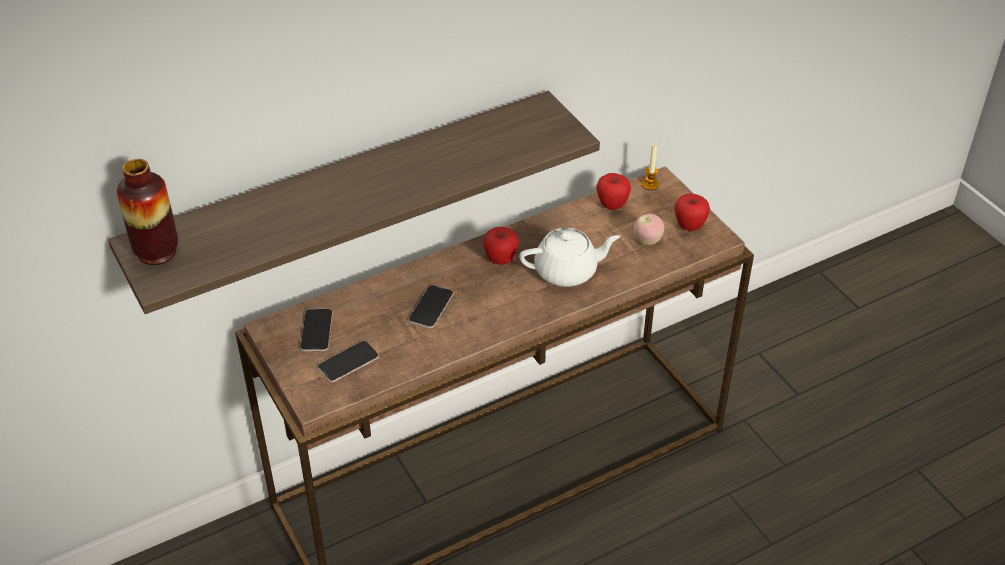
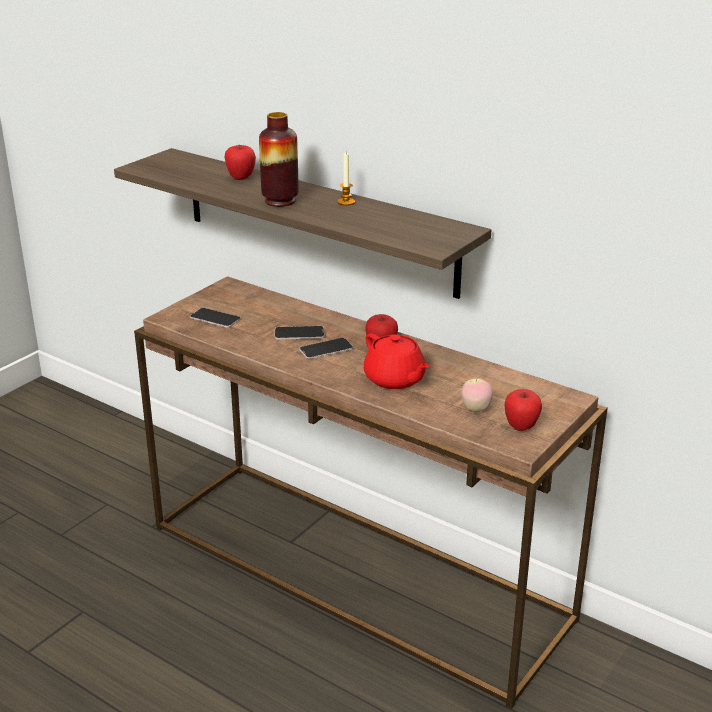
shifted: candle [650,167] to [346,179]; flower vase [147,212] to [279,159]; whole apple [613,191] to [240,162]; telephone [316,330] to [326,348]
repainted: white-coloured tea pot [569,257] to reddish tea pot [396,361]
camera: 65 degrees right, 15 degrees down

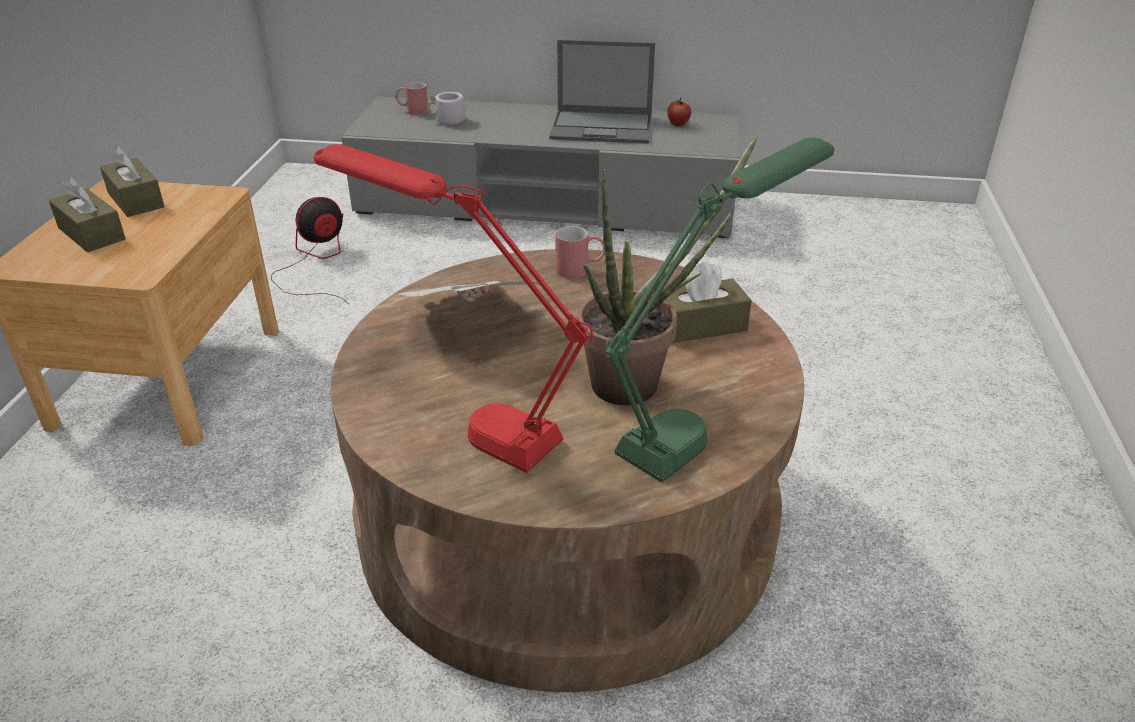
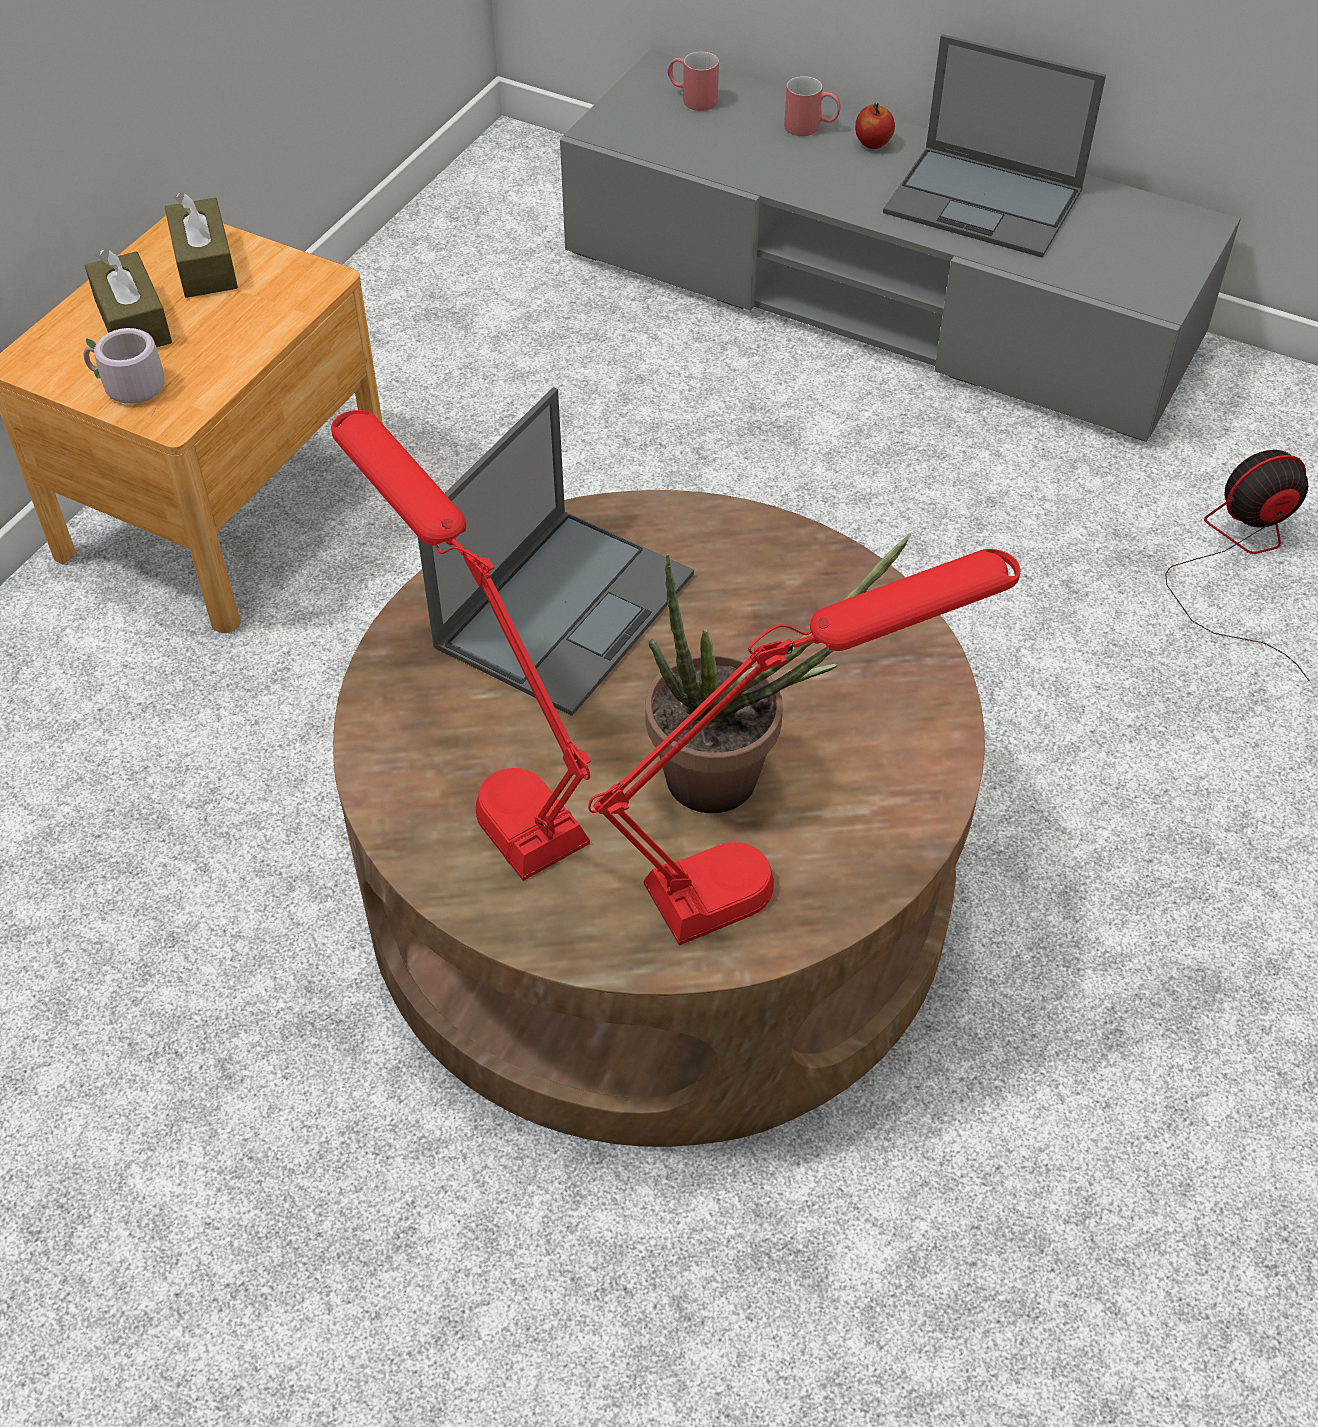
gone: brownish tissue holder [709,302]
shifted: grey mug [446,108] to [124,372]; whole apple [679,112] to [875,126]; cooling fan [310,251] to [1237,565]; reddish mug [580,252] to [812,106]
swapped: newspaper [468,291] to portable computer [556,552]
repainted: greenish table lamp [719,310] to reddish table lamp [804,747]
camera: 20 degrees right, 15 degrees up

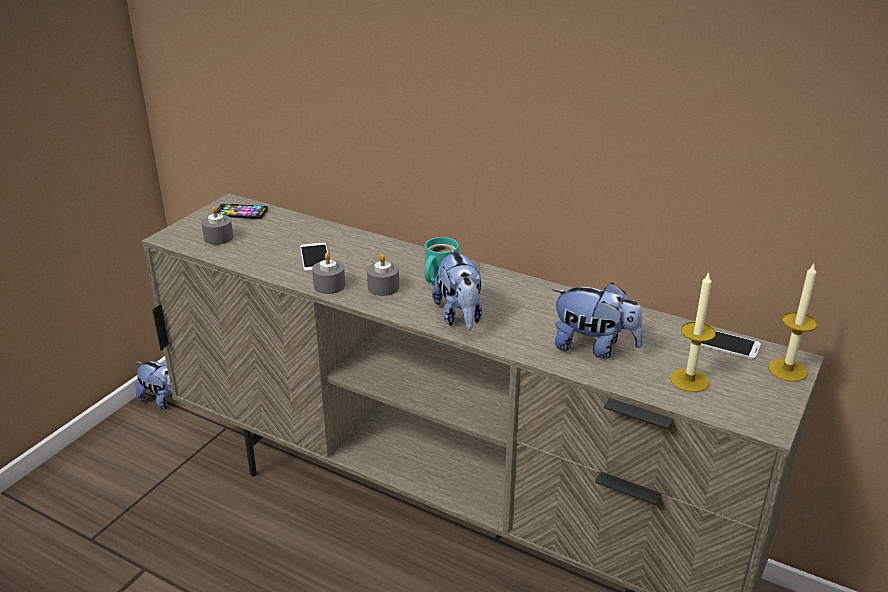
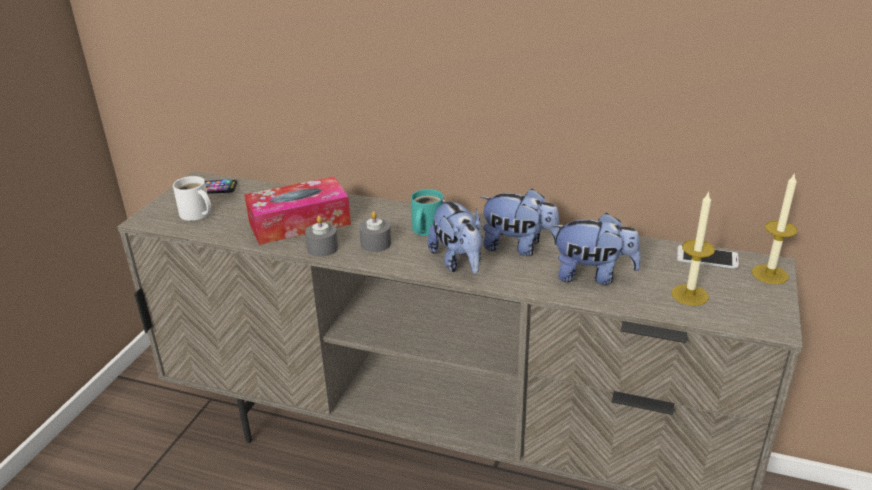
shifted: soft toy [160,385] to [520,222]
swapped: grey candle [217,225] to white-coloured mug [192,198]; telephone [314,257] to tissue holder [297,211]
camera: 10 degrees left, 0 degrees up

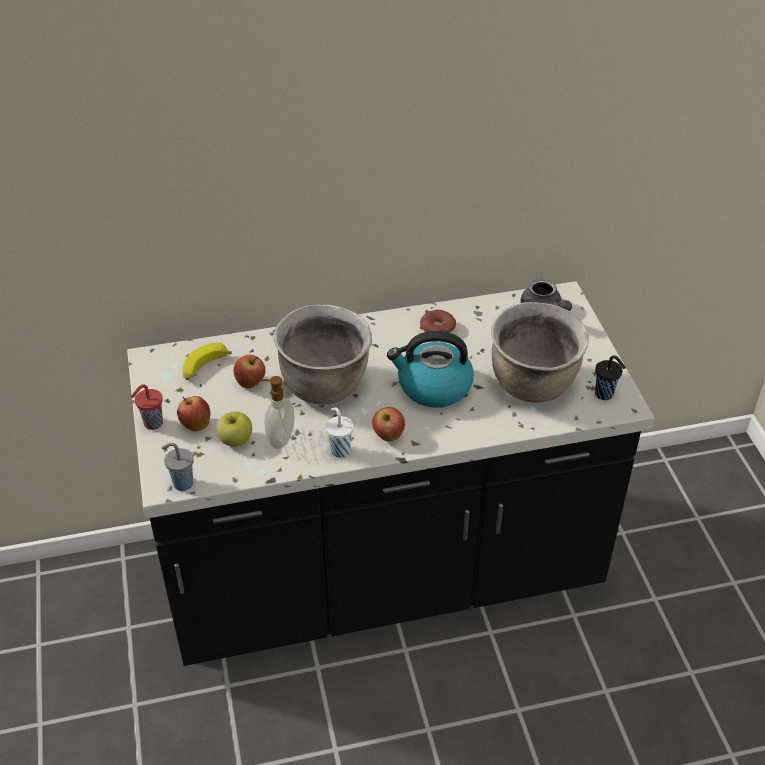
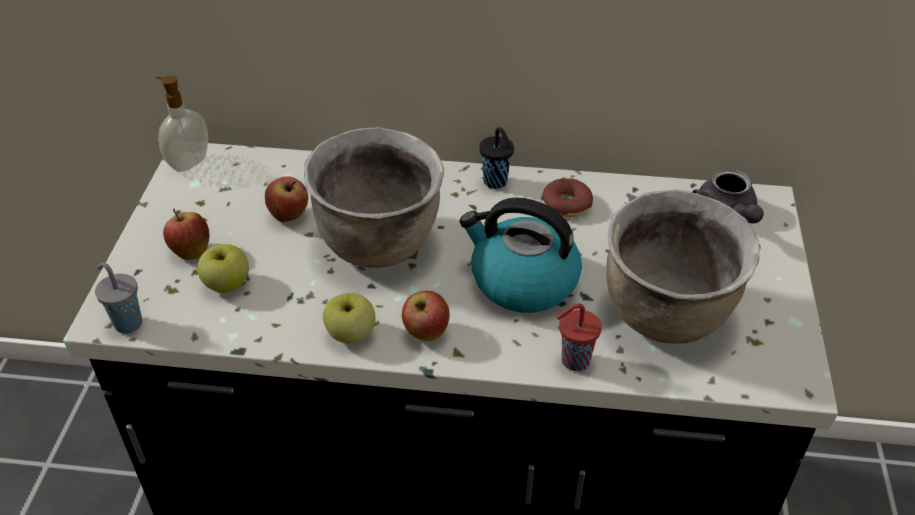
gone: banana [207,361]
shifted: black small cup [610,377] to [496,158]; soap bottle [277,412] to [182,123]; reddish small cup [147,407] to [579,337]
swapped: white-coloured small cup [340,432] to whole apple [349,318]
camera: 20 degrees right, 0 degrees up

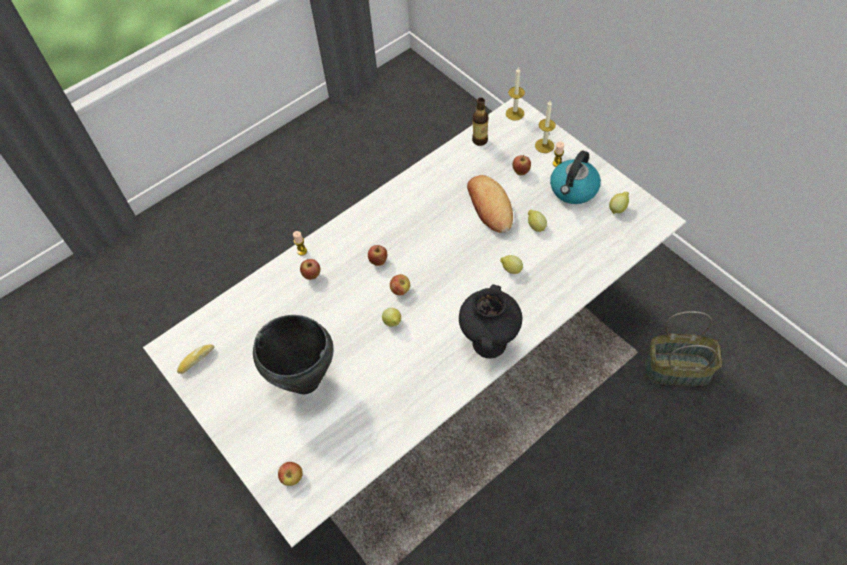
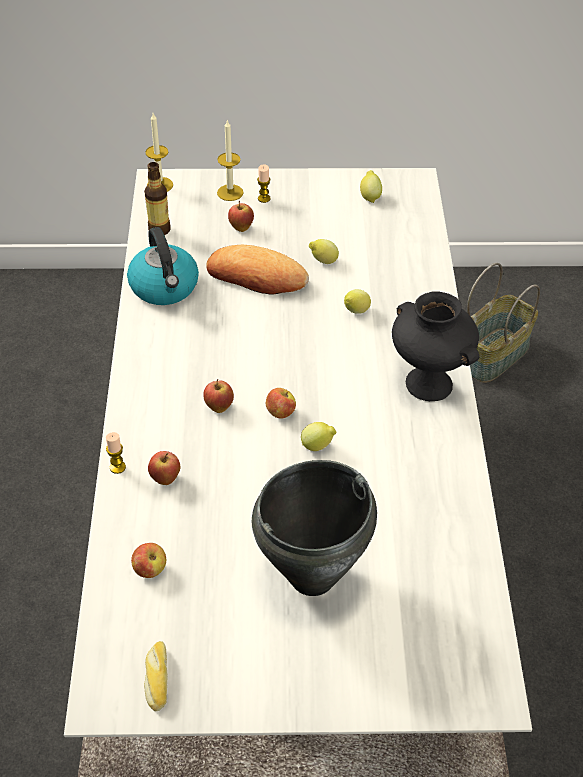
shifted: water kettle [575,177] to [163,266]; whole apple [290,474] to [148,560]
camera: 55 degrees left, 10 degrees down

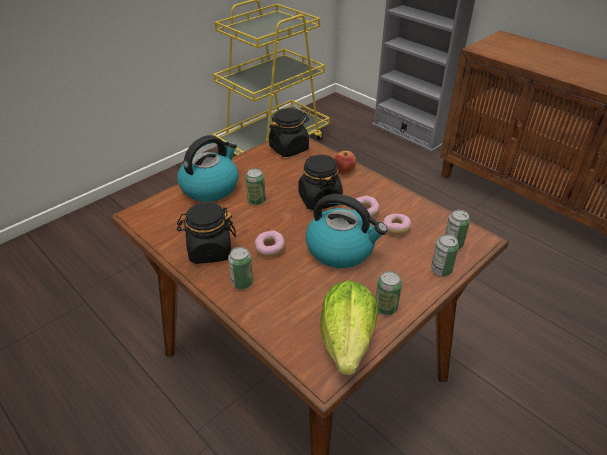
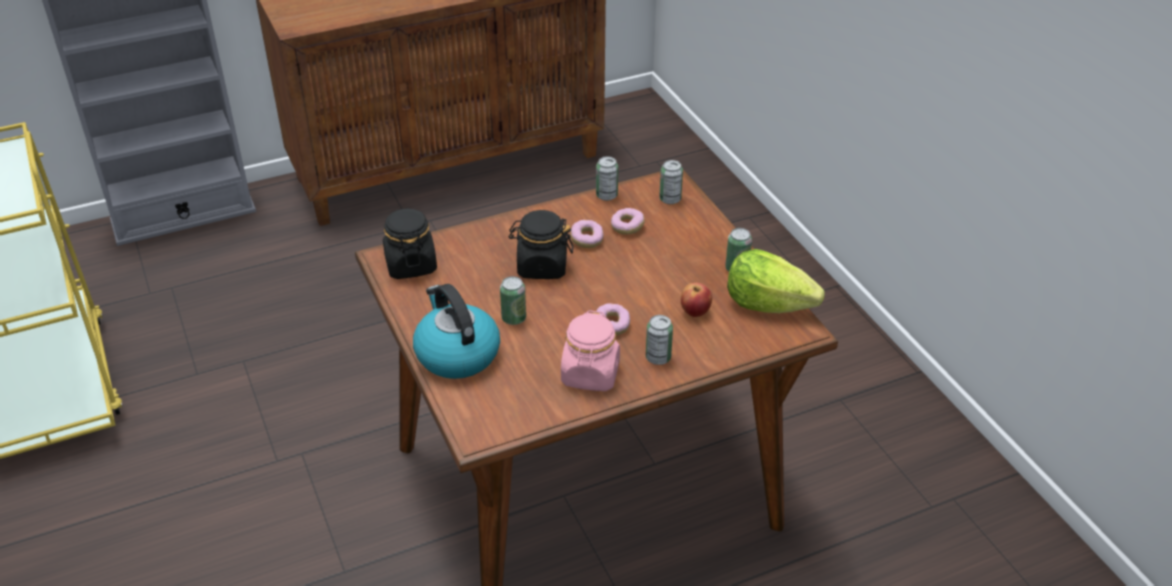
gone: water kettle [346,231]
shifted: whole apple [345,163] to [696,299]; can [445,255] to [607,178]
repainted: black jar [206,233] to pink-coloured jar [590,350]
camera: 70 degrees left, 0 degrees up

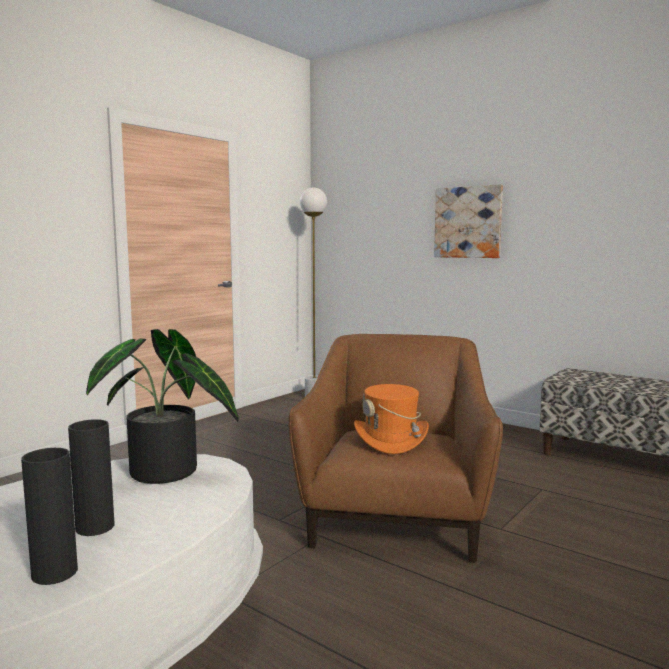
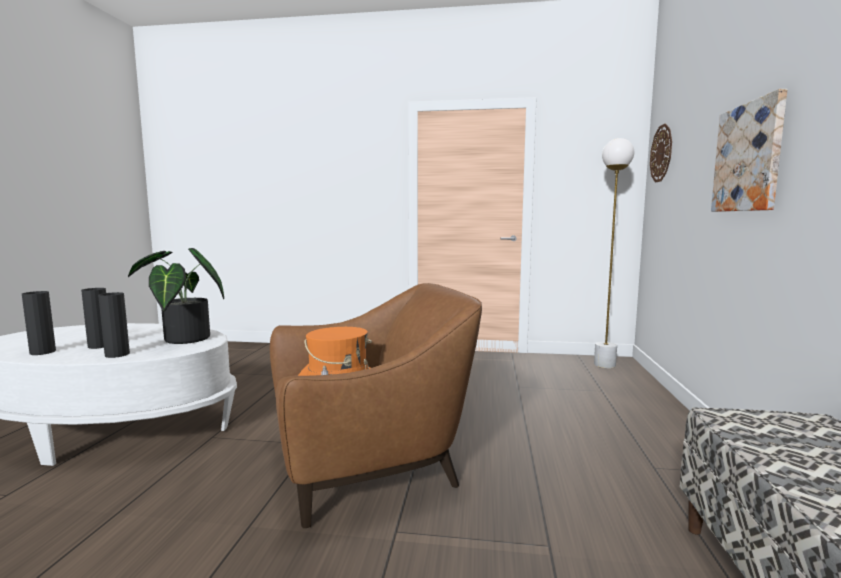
new: wall clock [661,153]; black flower vase [114,325]
camera: 60 degrees right, 0 degrees up

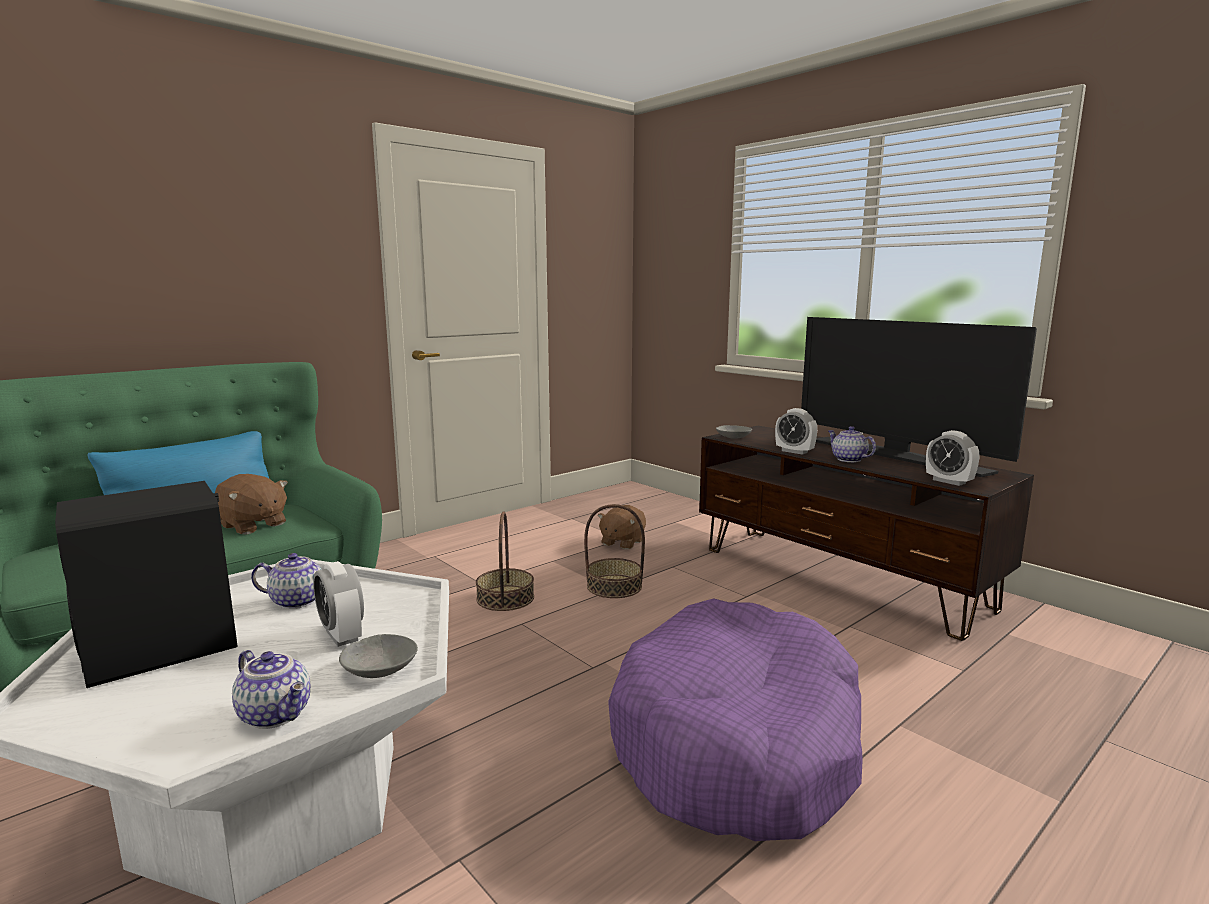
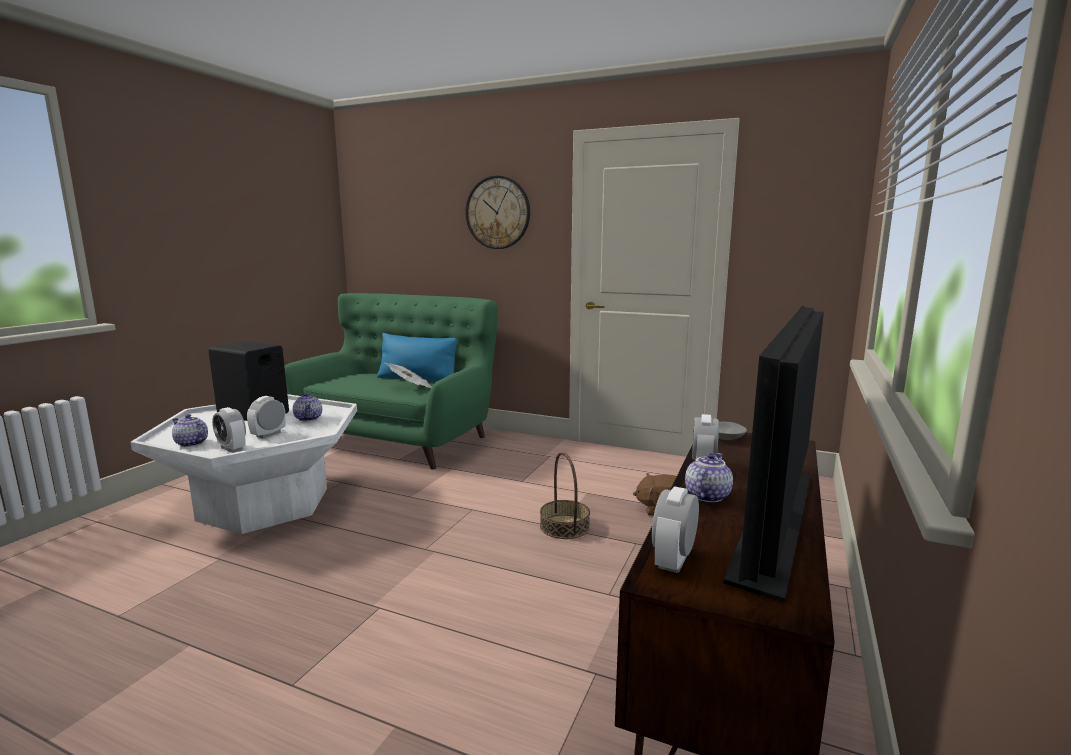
gone: basket [505,561]; purple-coloured dog cushion [735,719]
new: wall clock [498,212]
swapped: brownish soft toy [251,504] to newspaper [408,375]; grey bowl [378,656] to table clock [229,430]
rotated: tea pot [271,689] = [190,430] 105 degrees clockwise
camera: 65 degrees right, 0 degrees up

